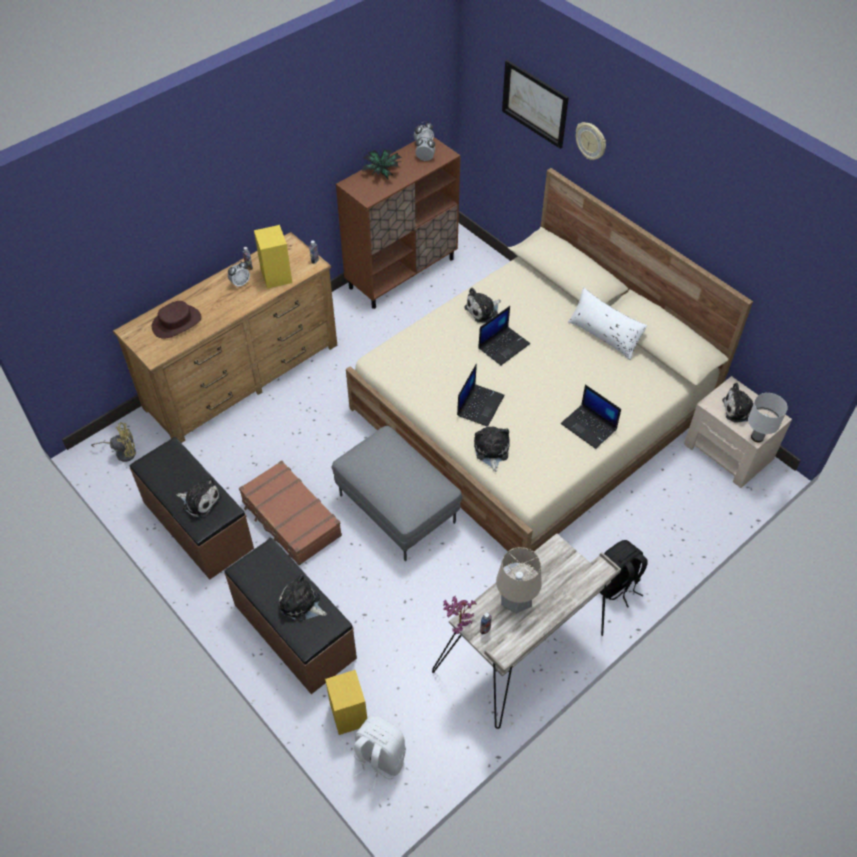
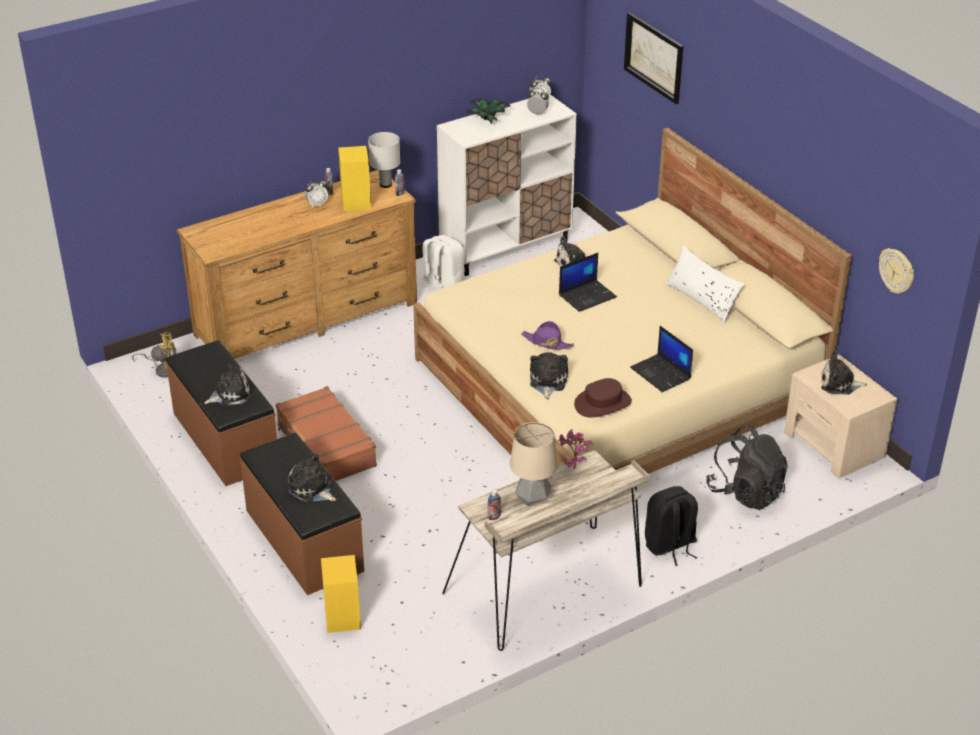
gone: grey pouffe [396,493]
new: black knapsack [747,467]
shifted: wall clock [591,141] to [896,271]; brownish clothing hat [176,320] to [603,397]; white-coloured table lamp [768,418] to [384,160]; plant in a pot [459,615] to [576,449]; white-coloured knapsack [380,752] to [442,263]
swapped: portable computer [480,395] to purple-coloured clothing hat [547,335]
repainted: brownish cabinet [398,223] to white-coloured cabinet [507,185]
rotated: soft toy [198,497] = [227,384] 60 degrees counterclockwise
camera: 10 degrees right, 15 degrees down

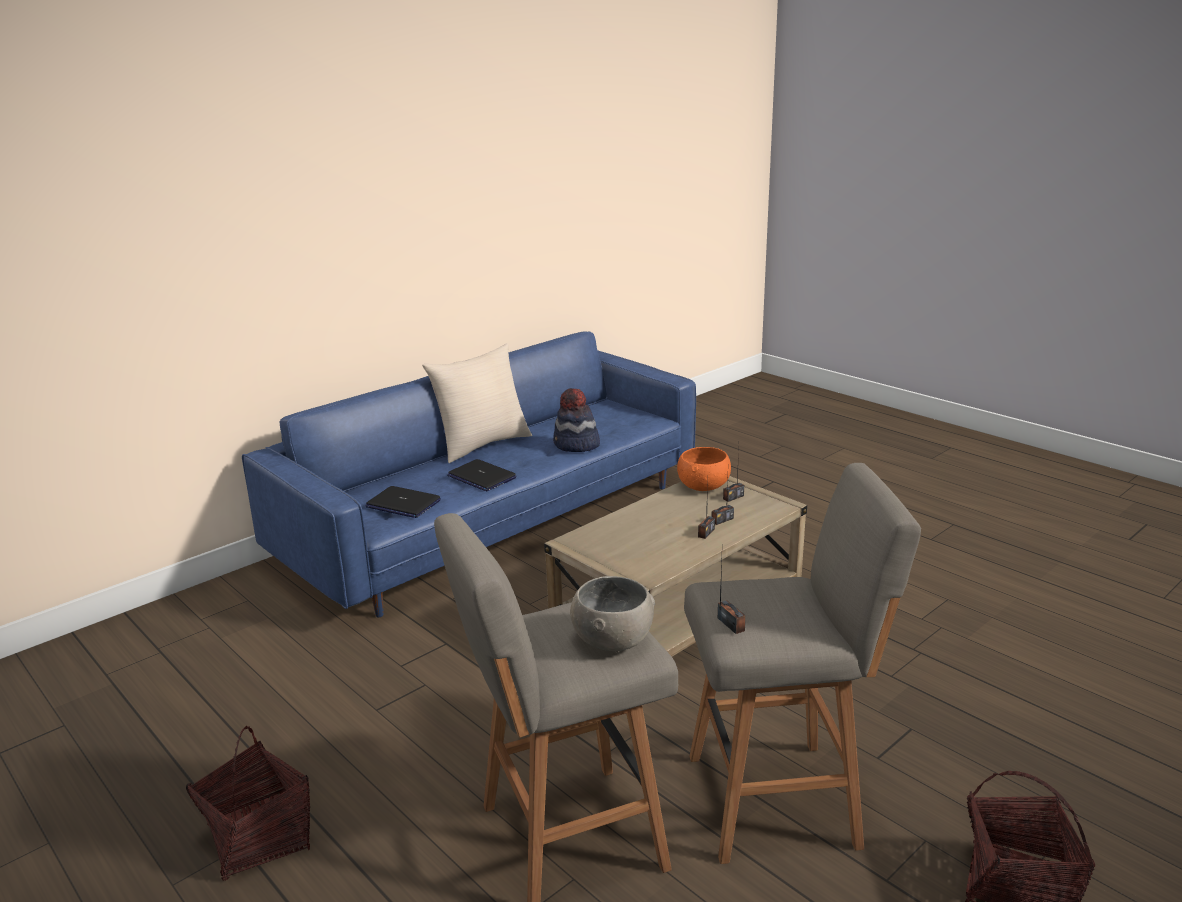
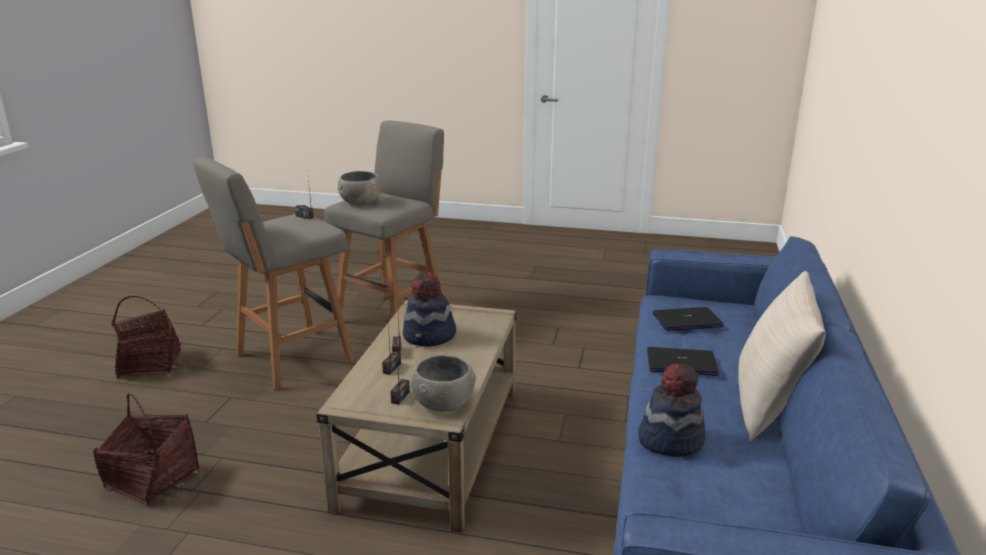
new: clothing hat [429,309]
shifted: basket [248,803] to [146,450]
repainted: orange-coloured bowl [704,469] to grey bowl [443,383]
camera: 145 degrees right, 0 degrees up

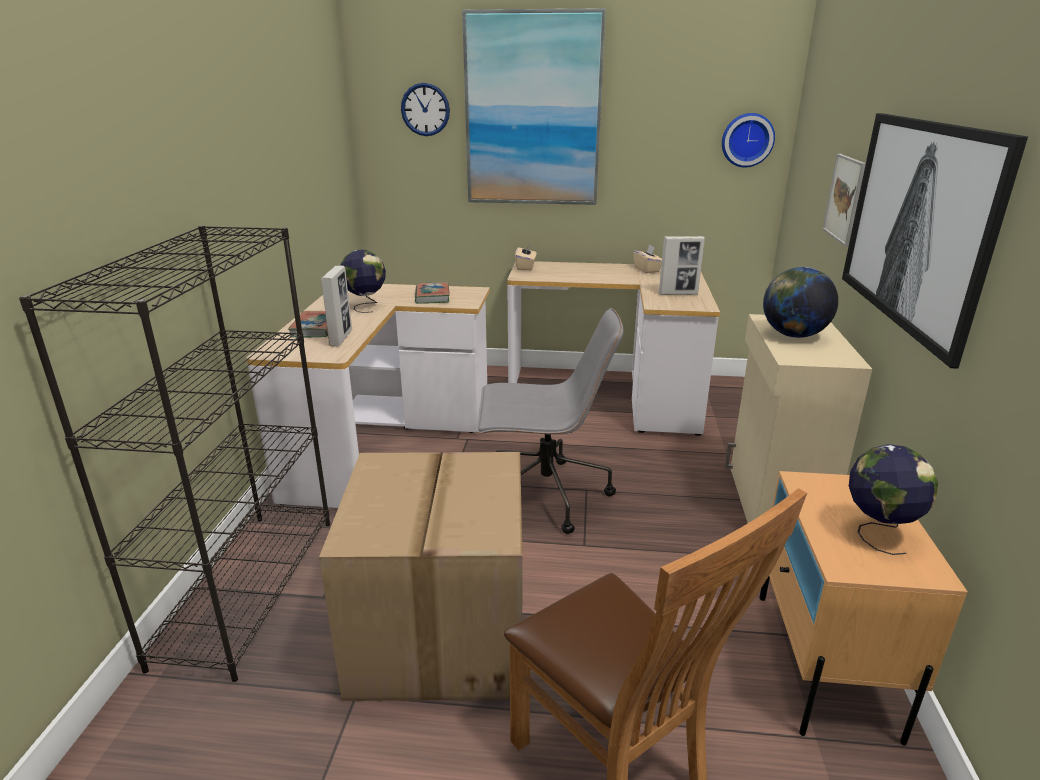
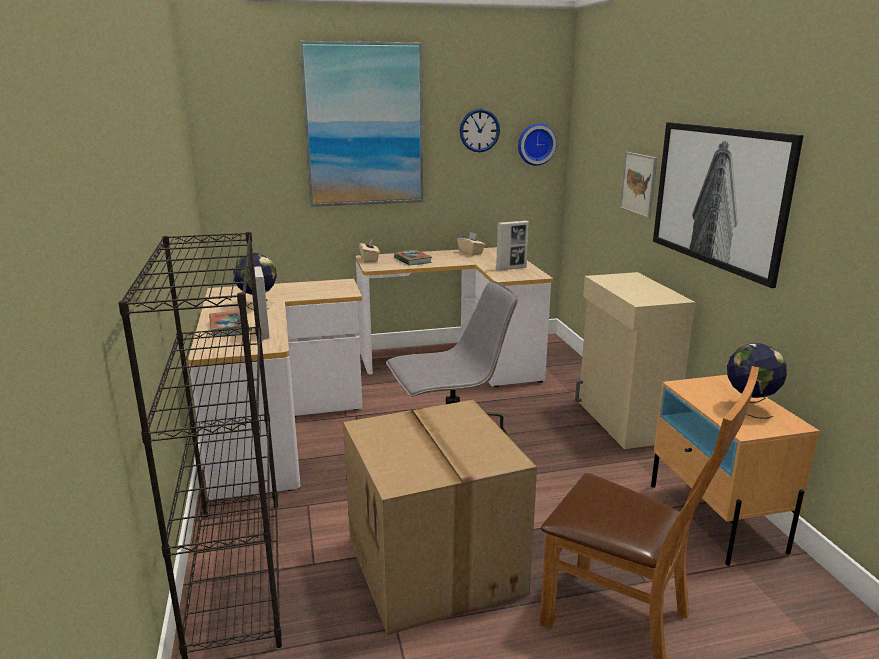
gone: desk globe [800,302]
shifted: wall clock [425,109] to [480,130]; bound book [432,293] to [413,258]
camera: 20 degrees left, 5 degrees down

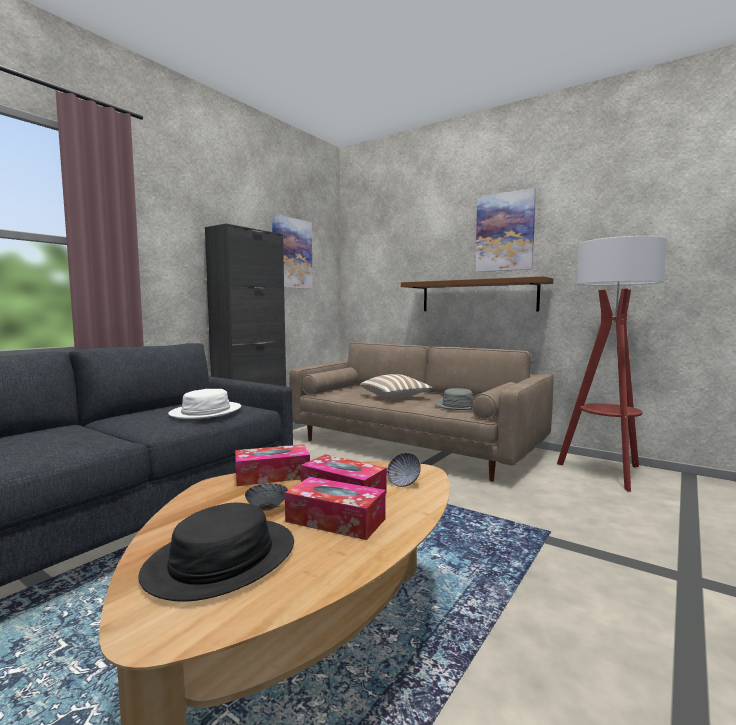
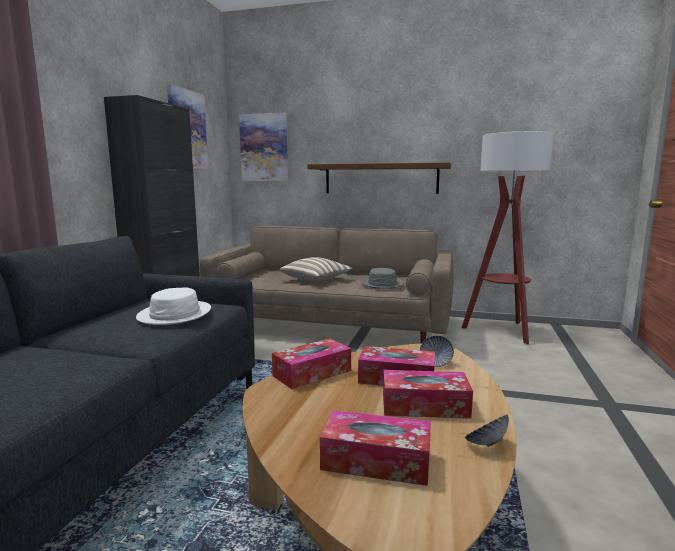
shifted: wall art [505,230] to [263,147]; bowl [266,497] to [487,430]
swapped: black clothing hat [216,552] to tissue holder [375,448]
camera: 20 degrees left, 5 degrees up

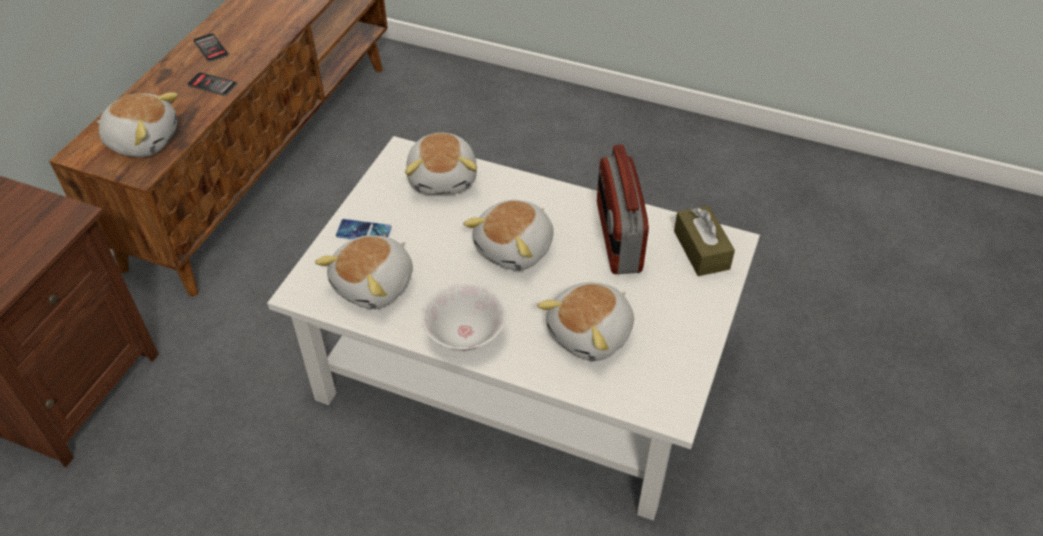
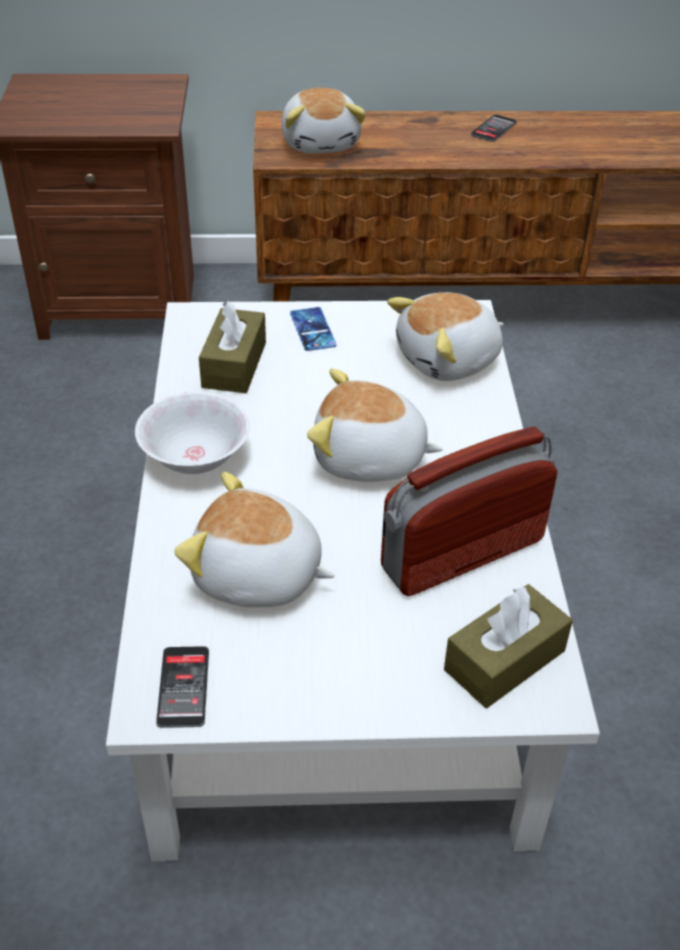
shifted: telephone [212,84] to [182,687]
swapped: soft toy [364,272] to brownish tissue holder [232,347]
camera: 65 degrees right, 5 degrees down

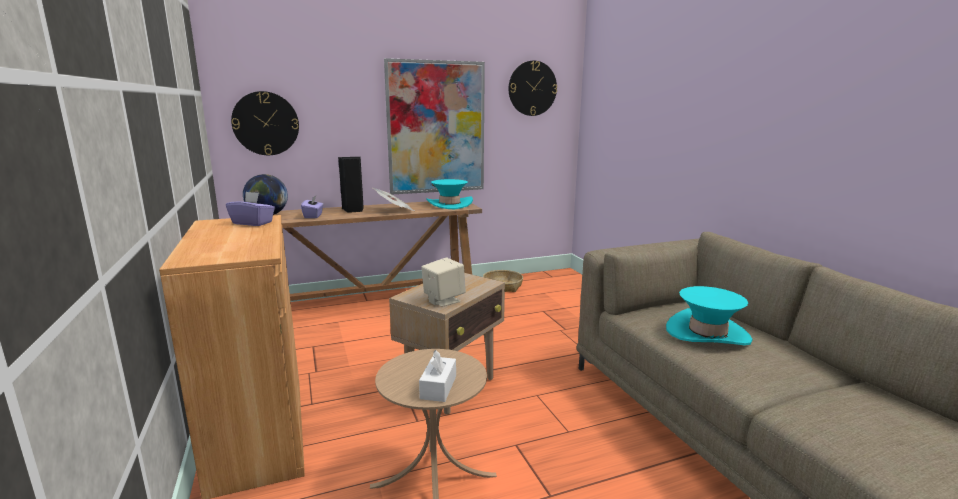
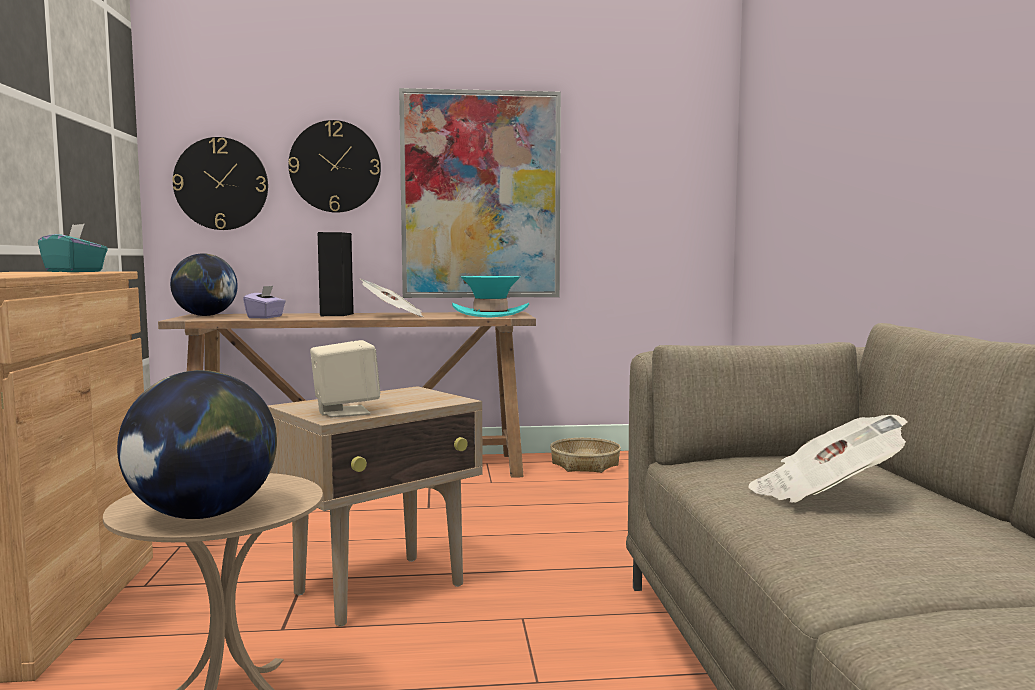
shifted: wall clock [533,88] to [334,166]
swapped: turquoise clothing hat [709,315] to newspaper [828,459]; white-coloured tissue holder [437,376] to desk globe [197,444]
repainted: purple-coloured tissue holder [250,209] to turquoise tissue holder [73,247]
camera: 15 degrees right, 10 degrees down

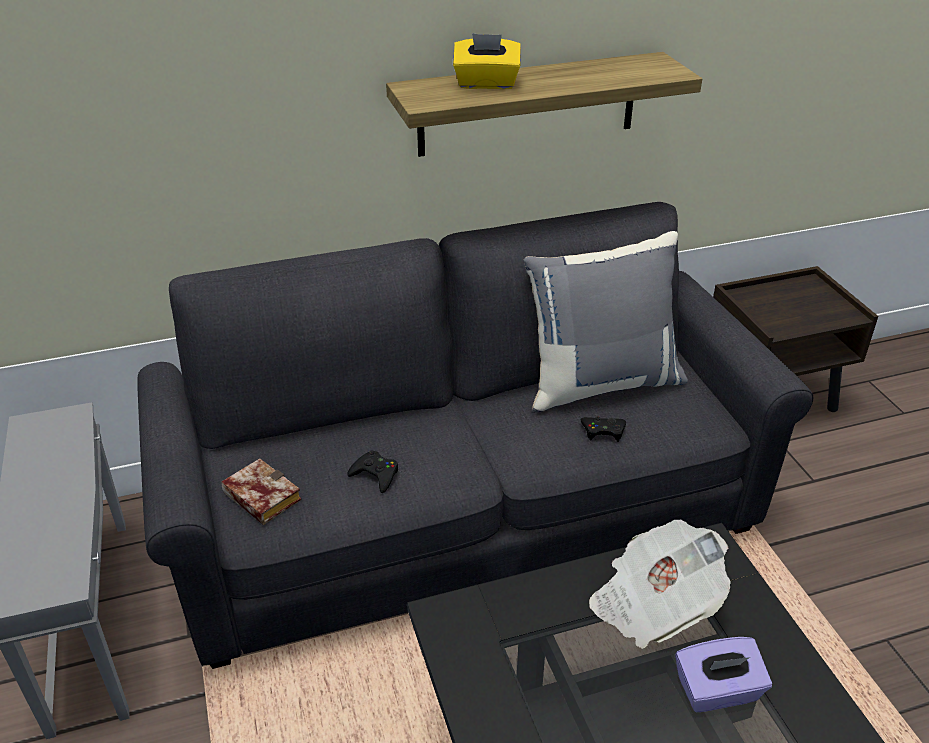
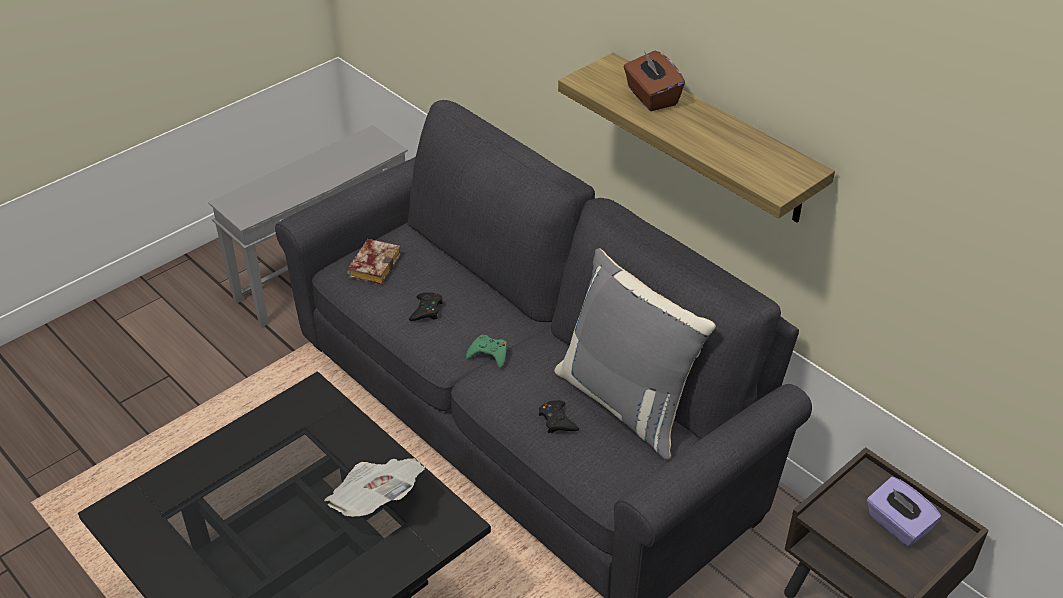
new: greenish game controller [486,351]
shifted: purple-coloured tissue holder [723,674] to [904,512]
repainted: yellow-coloured tissue holder [487,61] to brownish tissue holder [654,80]
camera: 65 degrees right, 5 degrees up

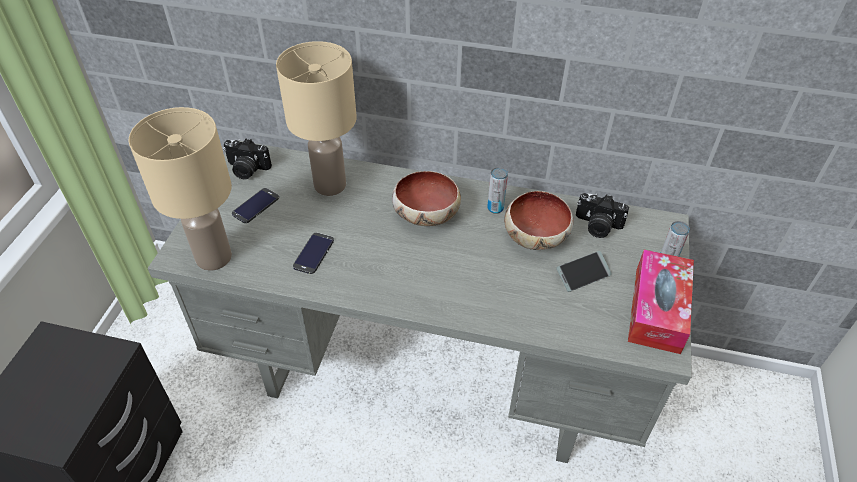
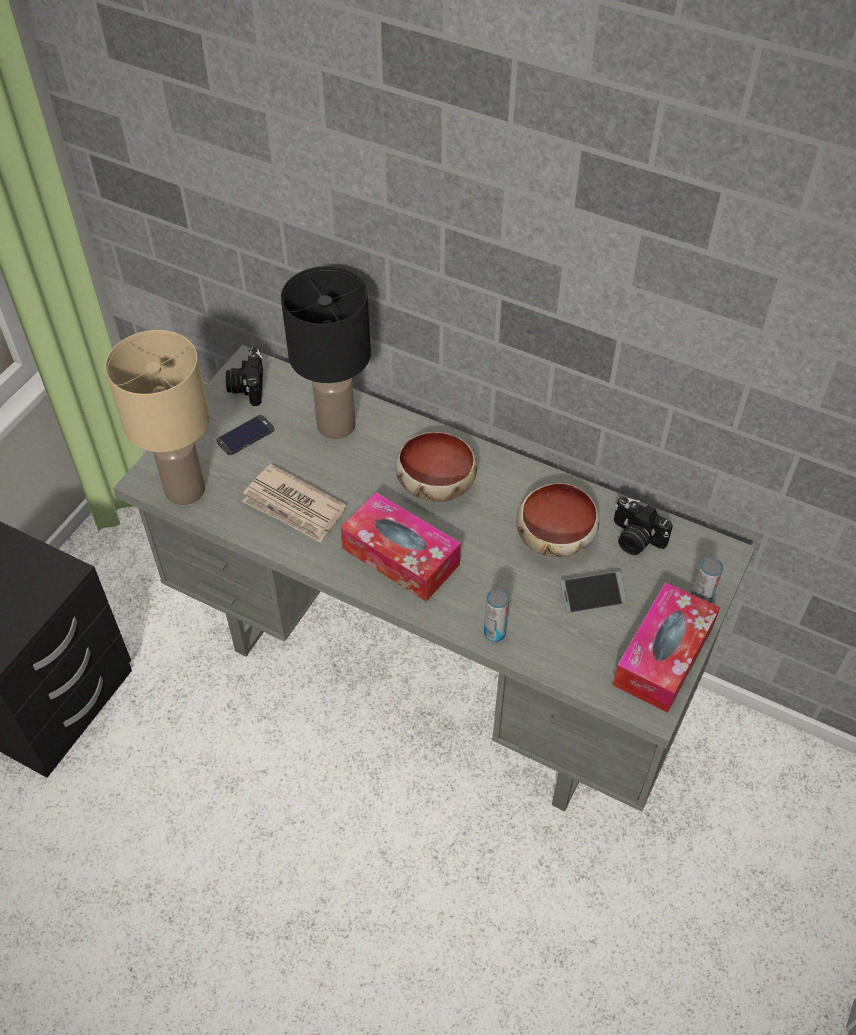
new: tissue holder [400,547]
shifted: can [497,190] to [496,615]
swapped: telephone [313,253] to newspaper [294,503]
repainted: beige table lamp [316,118] to black table lamp [326,352]
rotated: still camera [247,159] = [244,376] 60 degrees clockwise
camera: 15 degrees right, 5 degrees up

